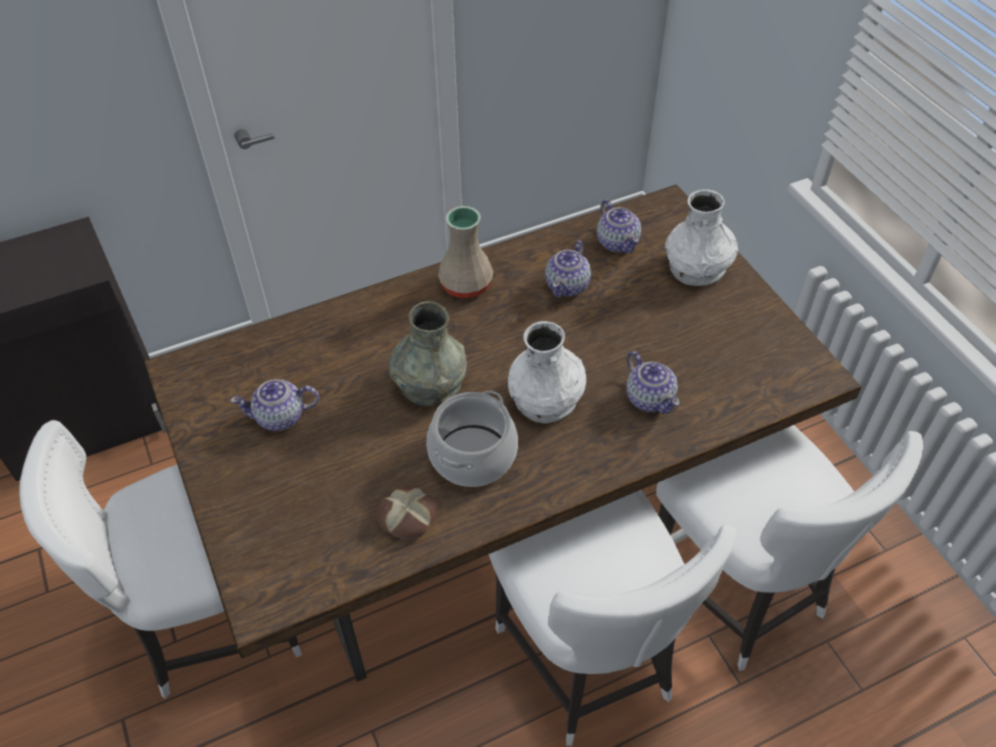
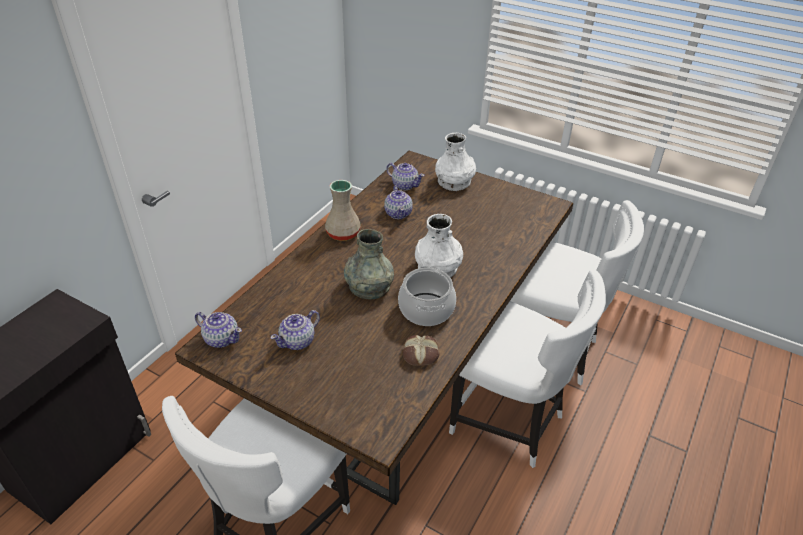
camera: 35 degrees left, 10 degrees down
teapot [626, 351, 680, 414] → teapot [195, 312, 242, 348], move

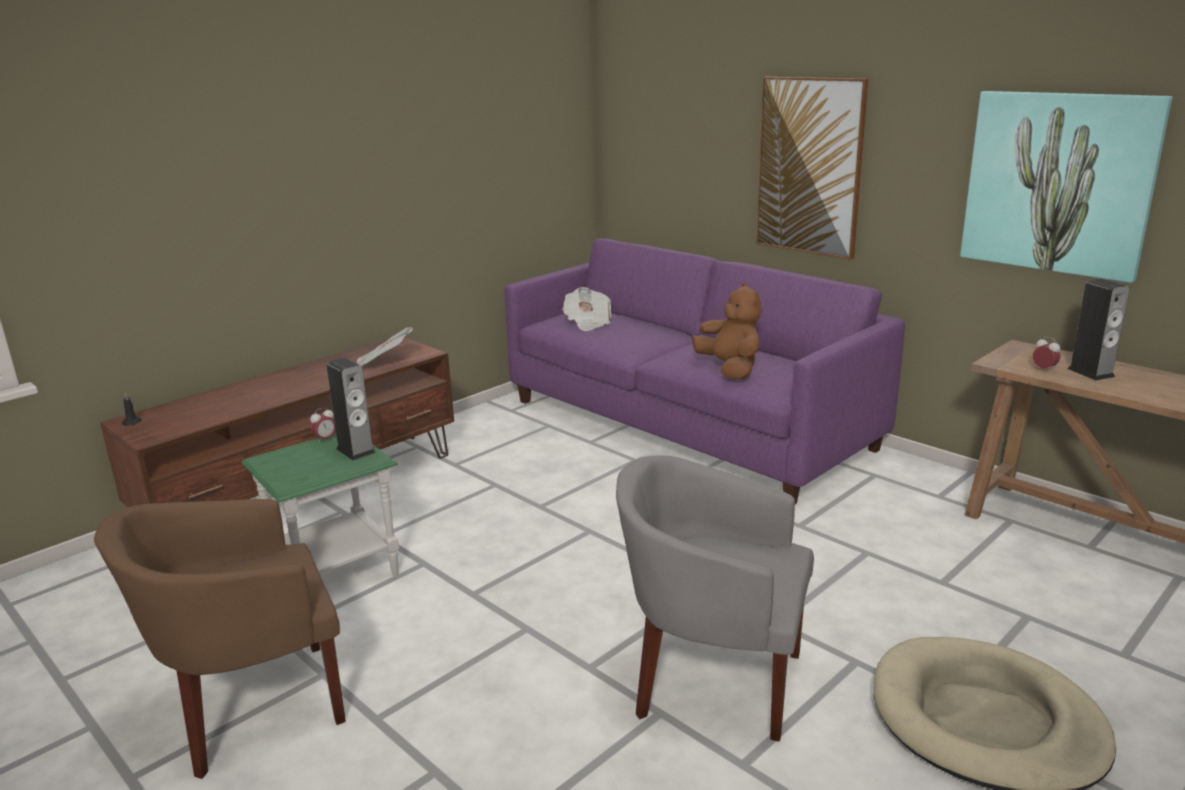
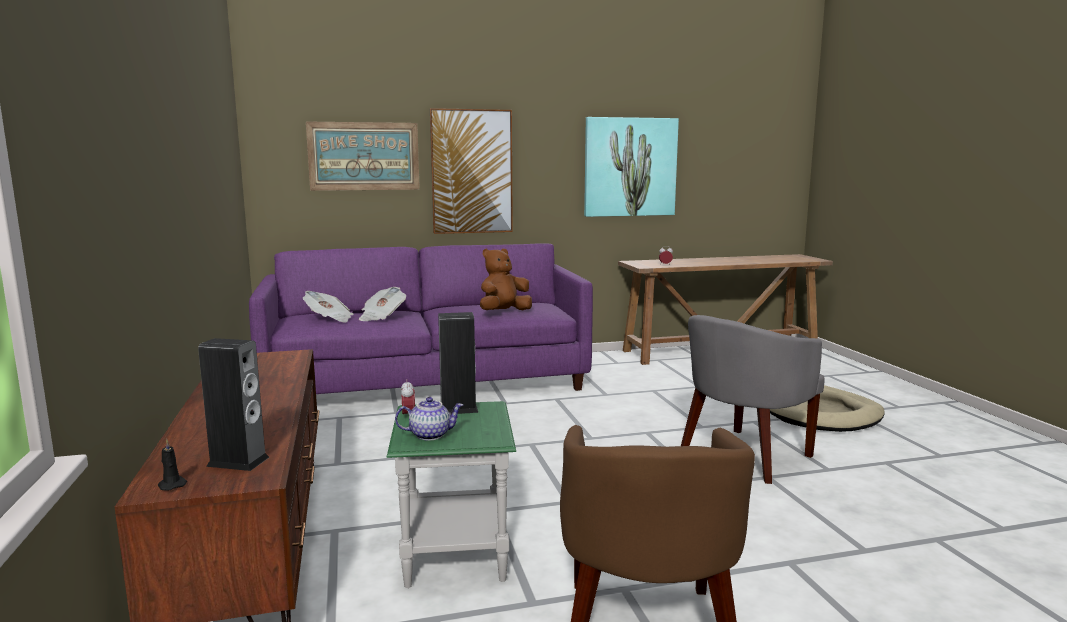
camera: 60 degrees left, 10 degrees down
newspaper [357, 327, 413, 366] → newspaper [359, 287, 406, 321], move
brown plush toy [692, 283, 762, 380] → brown plush toy [480, 249, 532, 310], 45 degrees counterclockwise
speaker [1067, 279, 1130, 381] → speaker [198, 338, 269, 471], move
- → picture [306, 121, 420, 191]
- → teapot [395, 397, 463, 441]

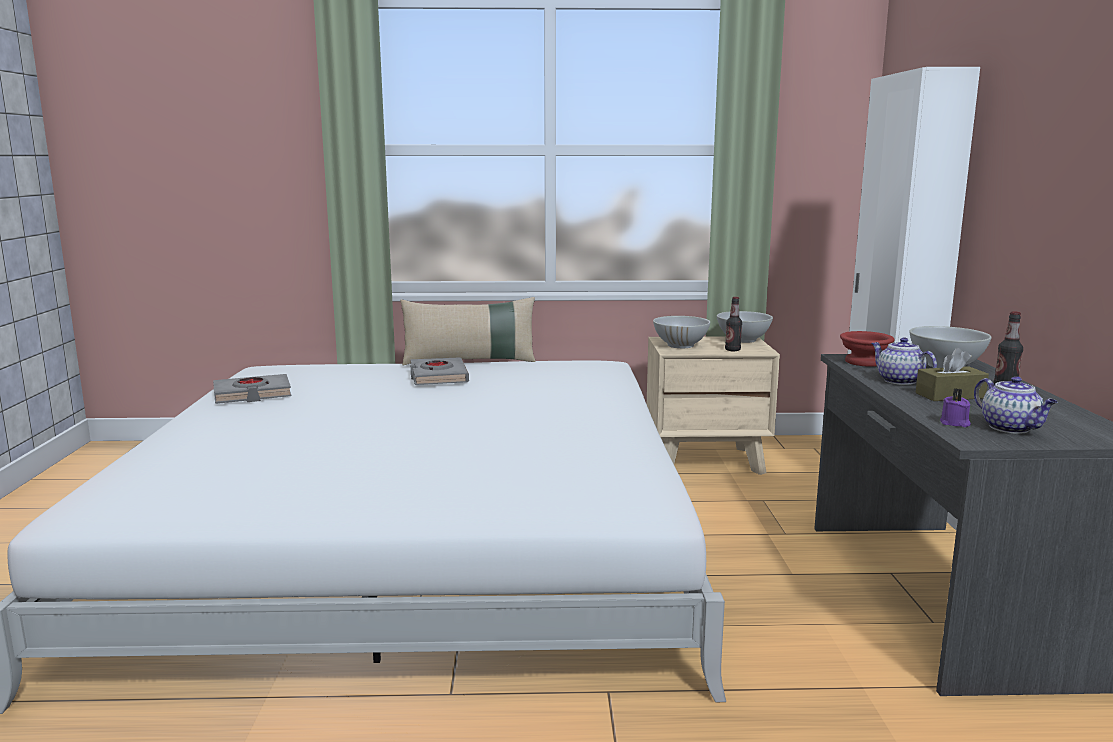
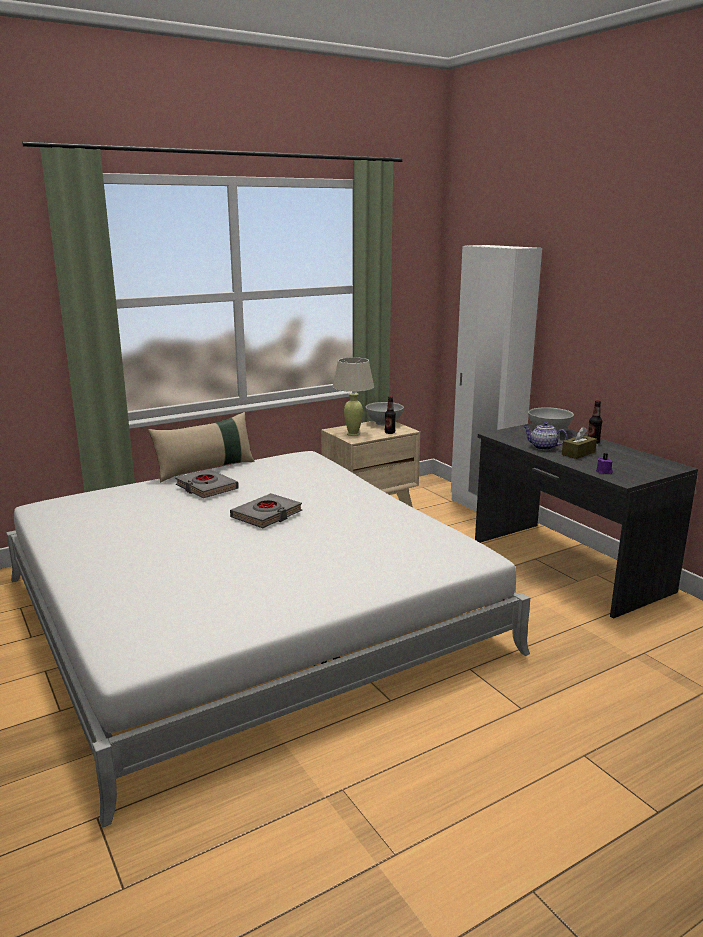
camera: 30 degrees left, 5 degrees up
grey book [213, 374, 291, 404] → grey book [230, 493, 302, 528], move
white bowl [653, 316, 710, 348] → beige table lamp [332, 357, 374, 436]
red bowl [840, 331, 895, 367] → -
teapot [974, 376, 1057, 434] → -

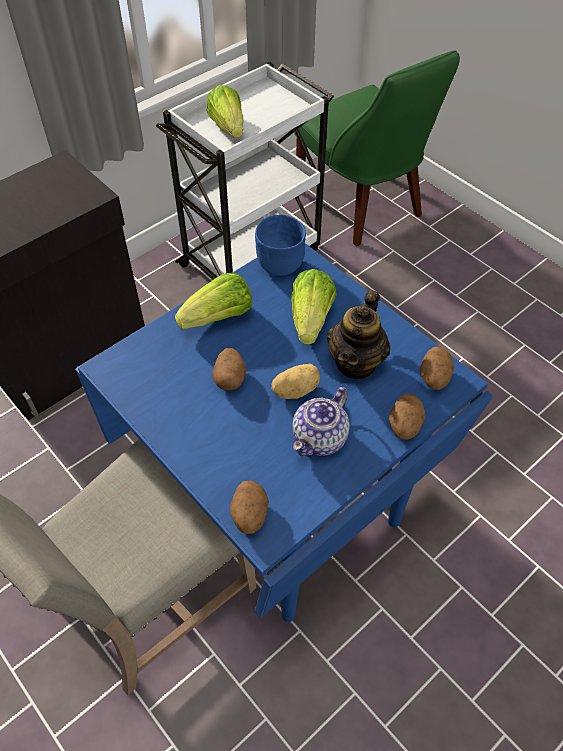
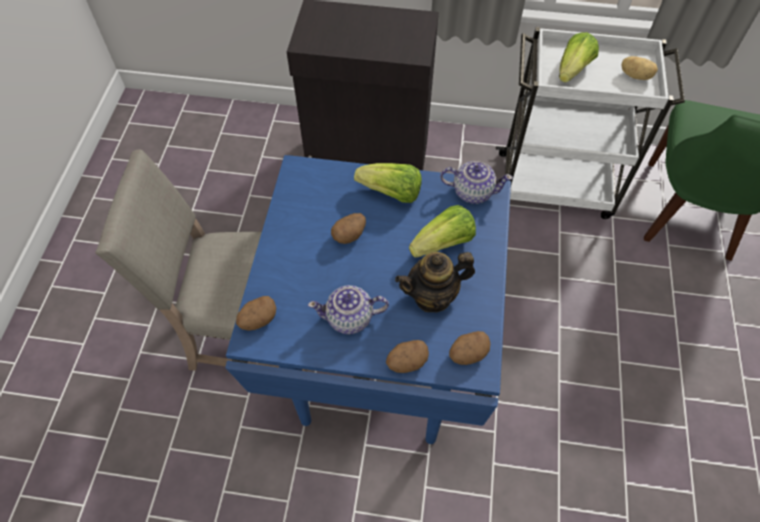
camera: 50 degrees right, 5 degrees up
blue bowl [255, 214, 306, 276] → teapot [440, 161, 513, 204]
potato [271, 364, 320, 399] → potato [622, 56, 658, 80], move

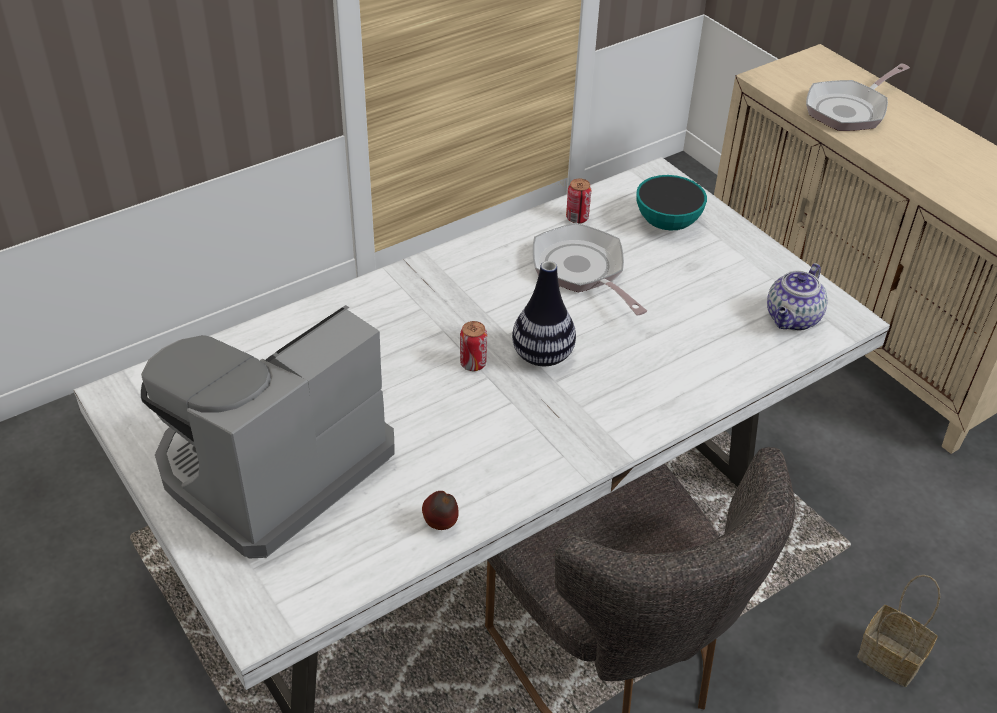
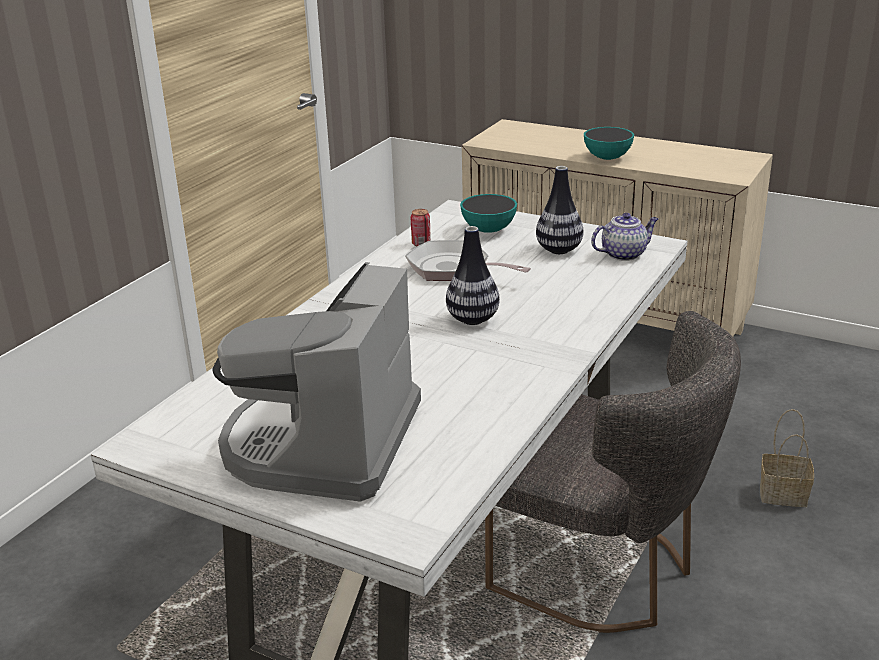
camera: 25 degrees left, 15 degrees down
apple [422, 491, 459, 530] → -
can [460, 321, 487, 371] → -
teapot [767, 263, 827, 331] → teapot [591, 213, 658, 261], 120 degrees counterclockwise
frying pan [806, 63, 910, 131] → -
- → vase [536, 166, 583, 254]
- → bowl [584, 127, 634, 160]

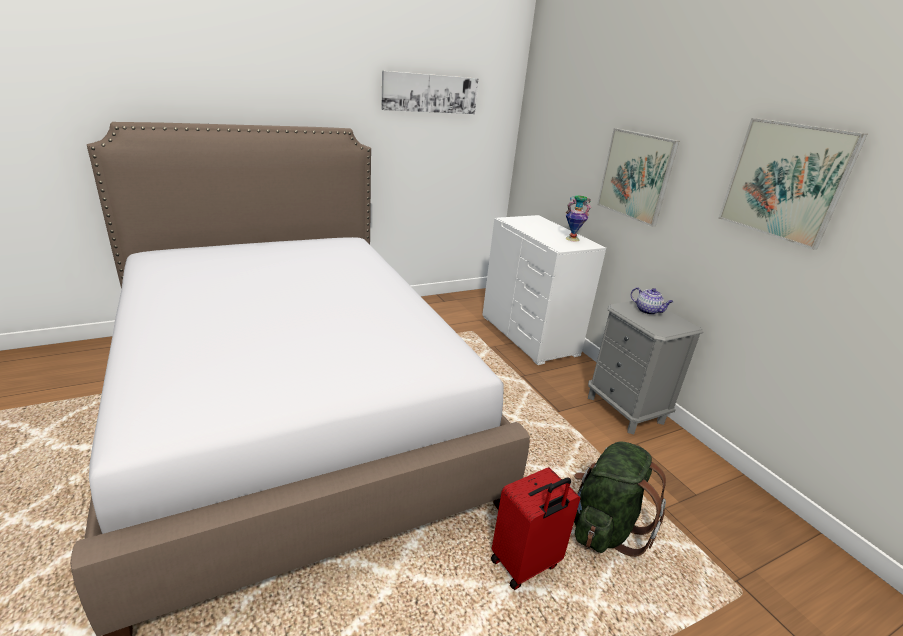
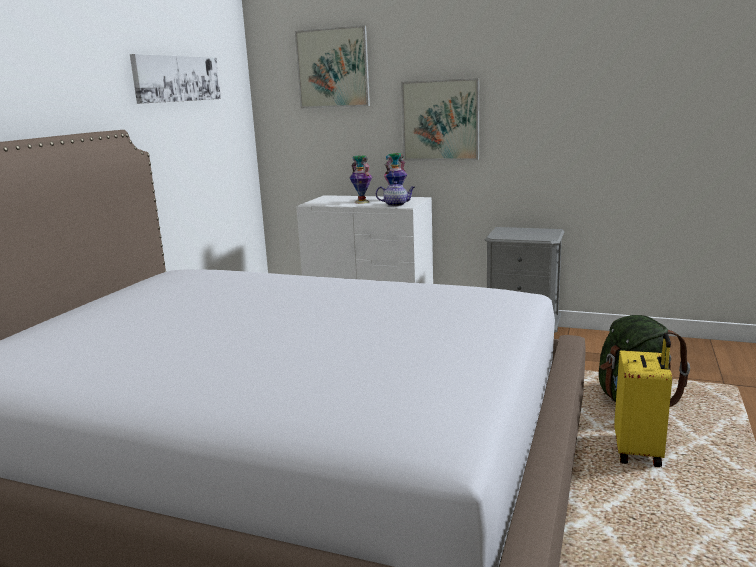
camera: 40 degrees left, 10 degrees down
red suitcase [491, 467, 580, 590] → yellow suitcase [614, 333, 672, 467]
teapot [631, 287, 673, 315] → teapot [376, 181, 415, 206], move
picture [718, 118, 867, 250] → picture [295, 25, 370, 109], move
- → vase [349, 155, 372, 204]

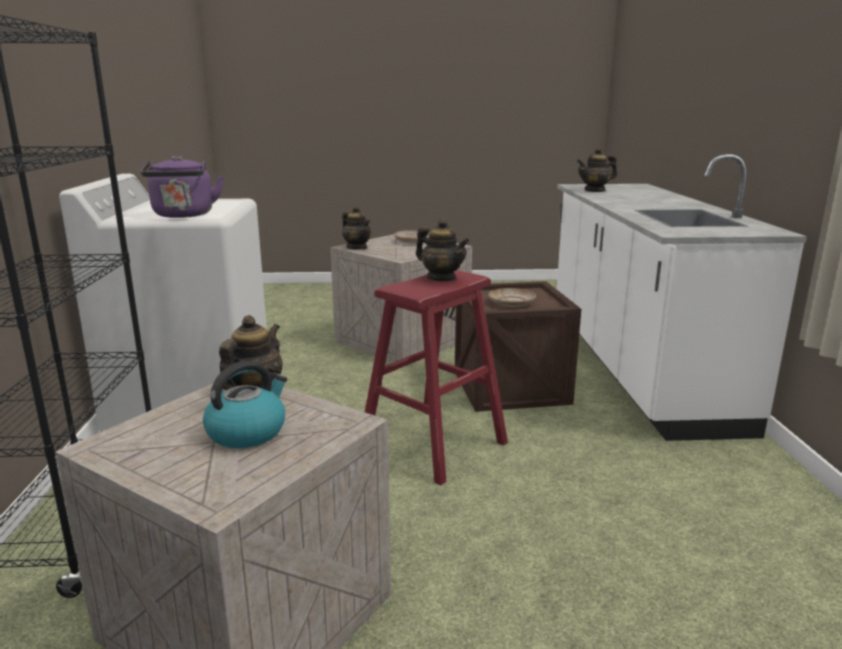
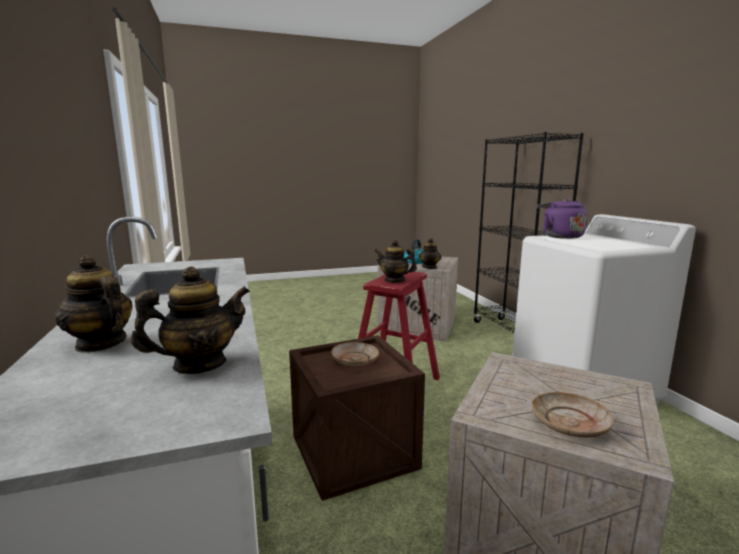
camera: 165 degrees right, 5 degrees down
teapot [342, 206, 371, 249] → teapot [55, 255, 133, 353], move

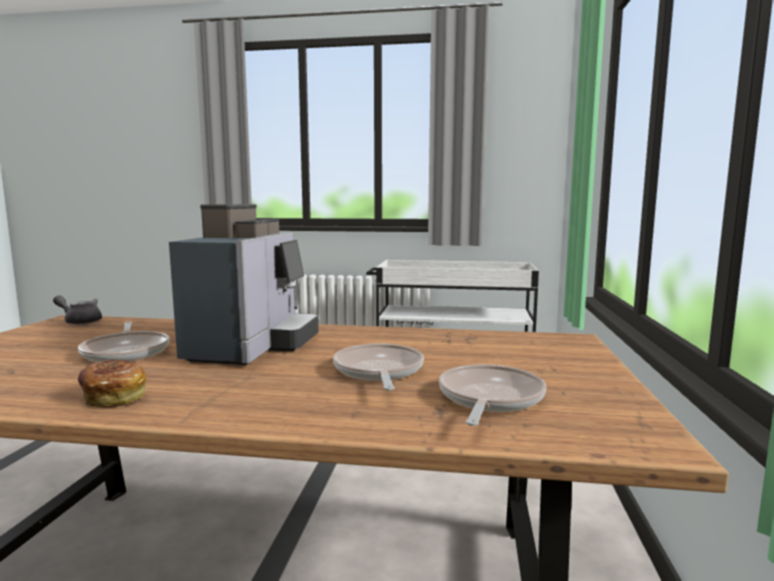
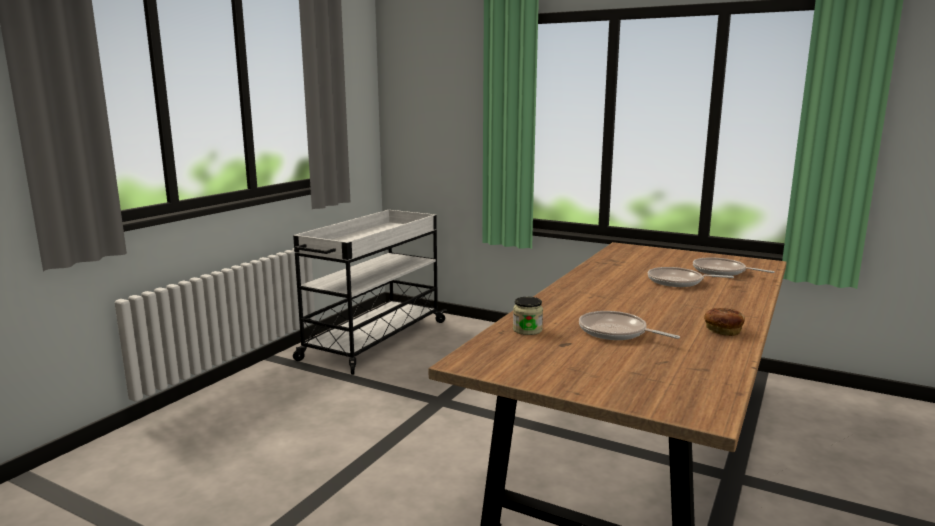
camera: 70 degrees left, 5 degrees up
grey teapot [53, 295, 102, 325] → -
frying pan [78, 322, 170, 362] → frying pan [579, 311, 680, 340], 135 degrees counterclockwise
coffee machine [169, 204, 319, 365] → -
- → jar [513, 297, 543, 335]

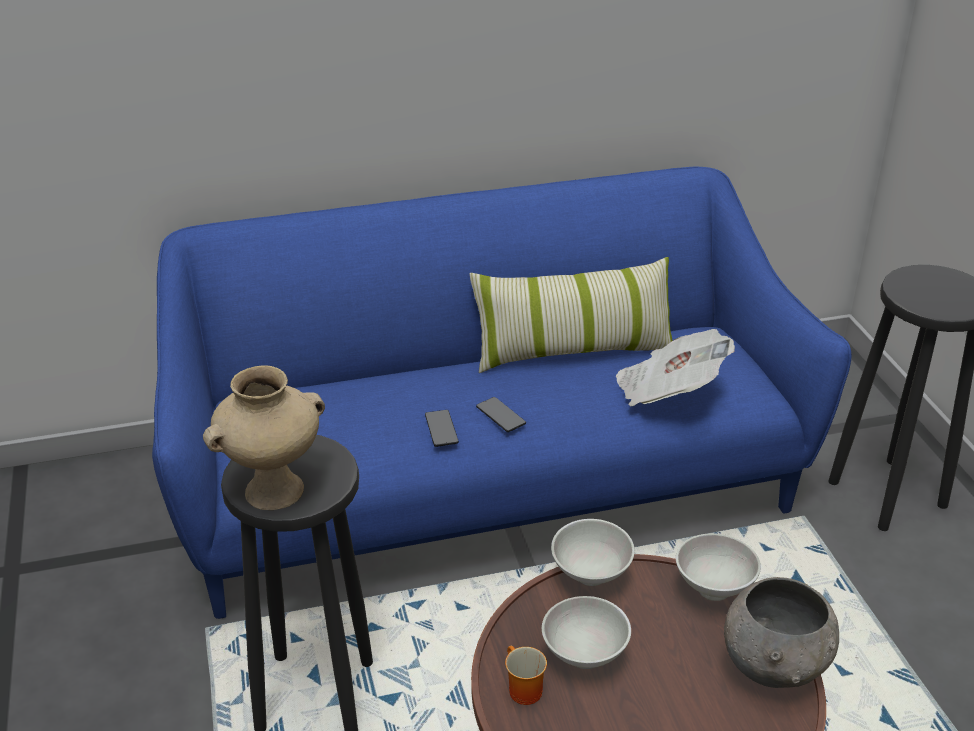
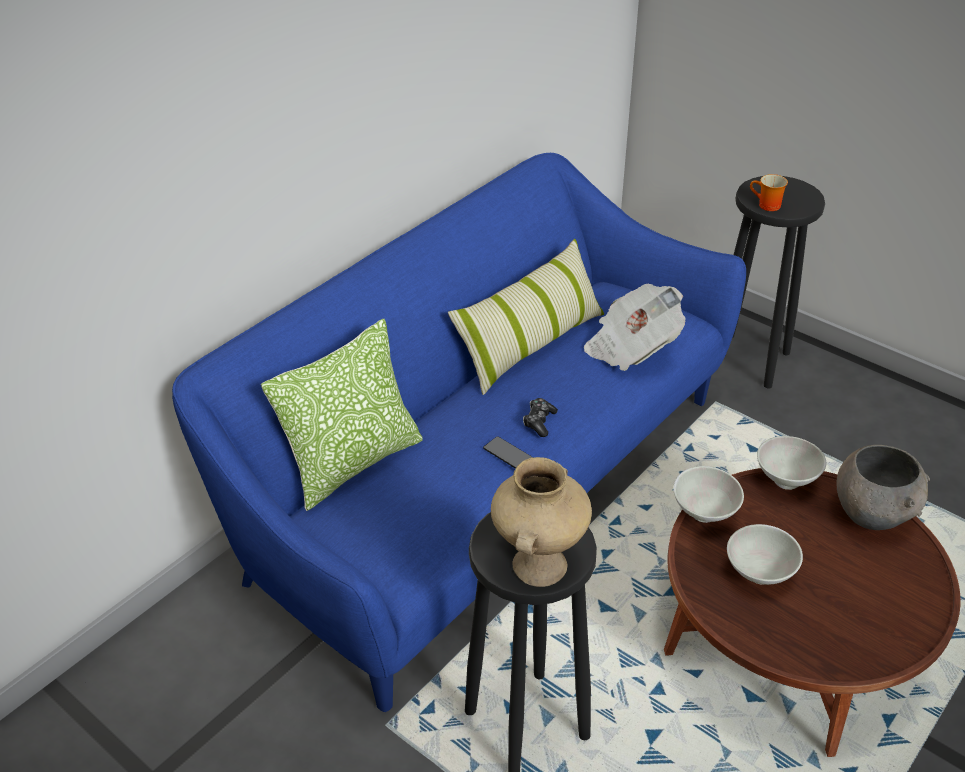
camera: 35 degrees left, 5 degrees up
phone [476, 397, 526, 432] → game controller [523, 398, 558, 437]
mug [505, 646, 547, 705] → mug [750, 174, 788, 211], move
- → pillow [261, 319, 423, 511]

